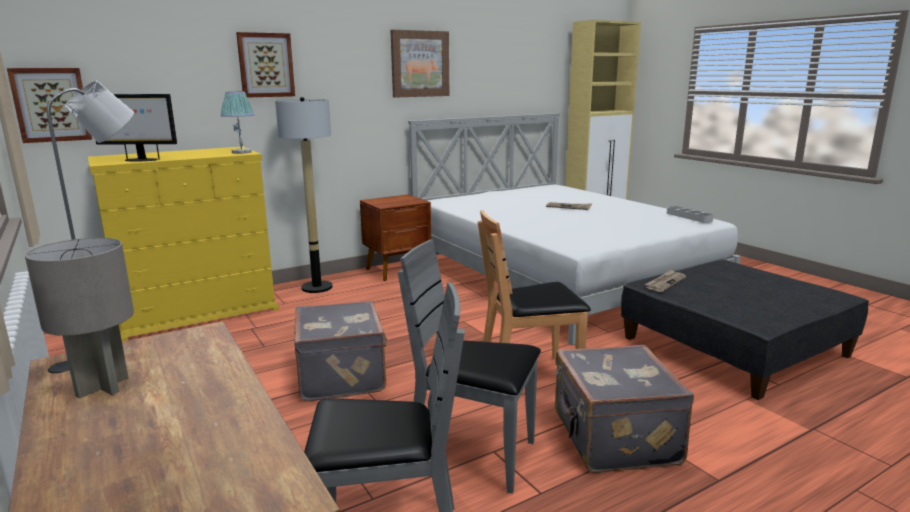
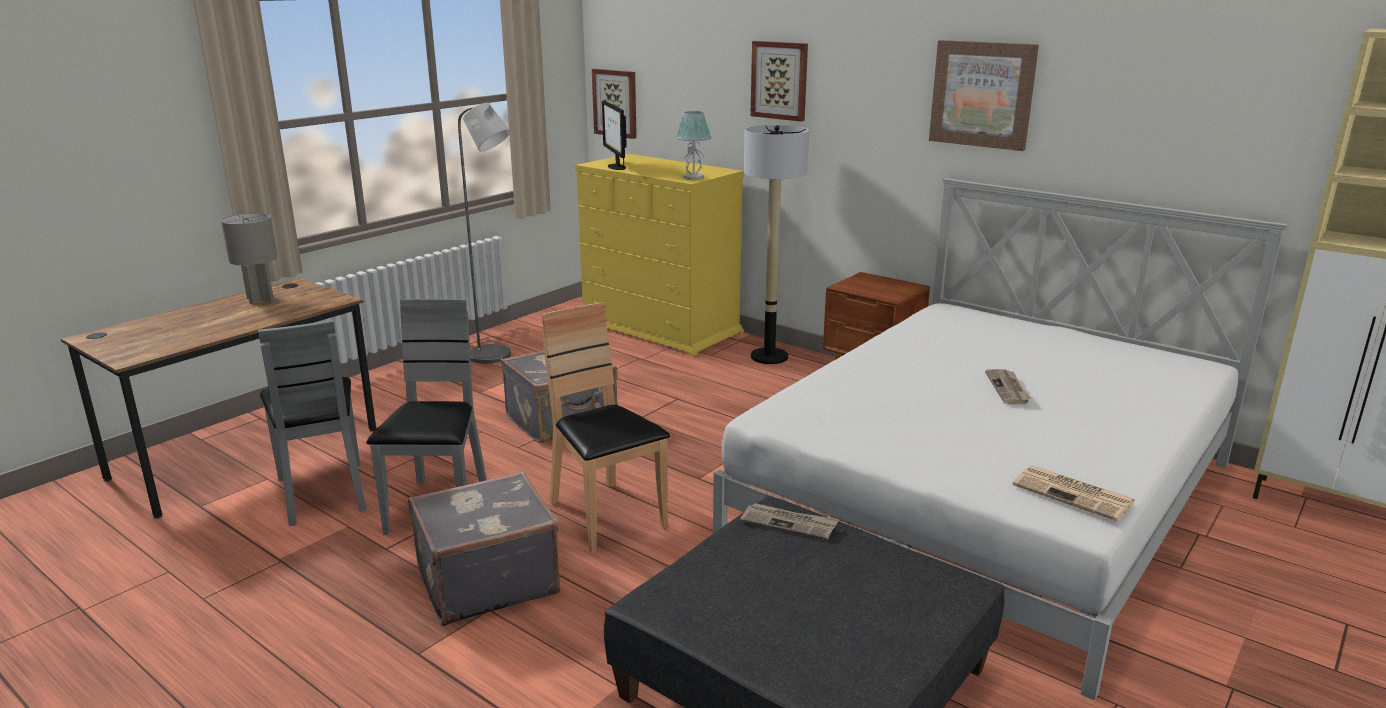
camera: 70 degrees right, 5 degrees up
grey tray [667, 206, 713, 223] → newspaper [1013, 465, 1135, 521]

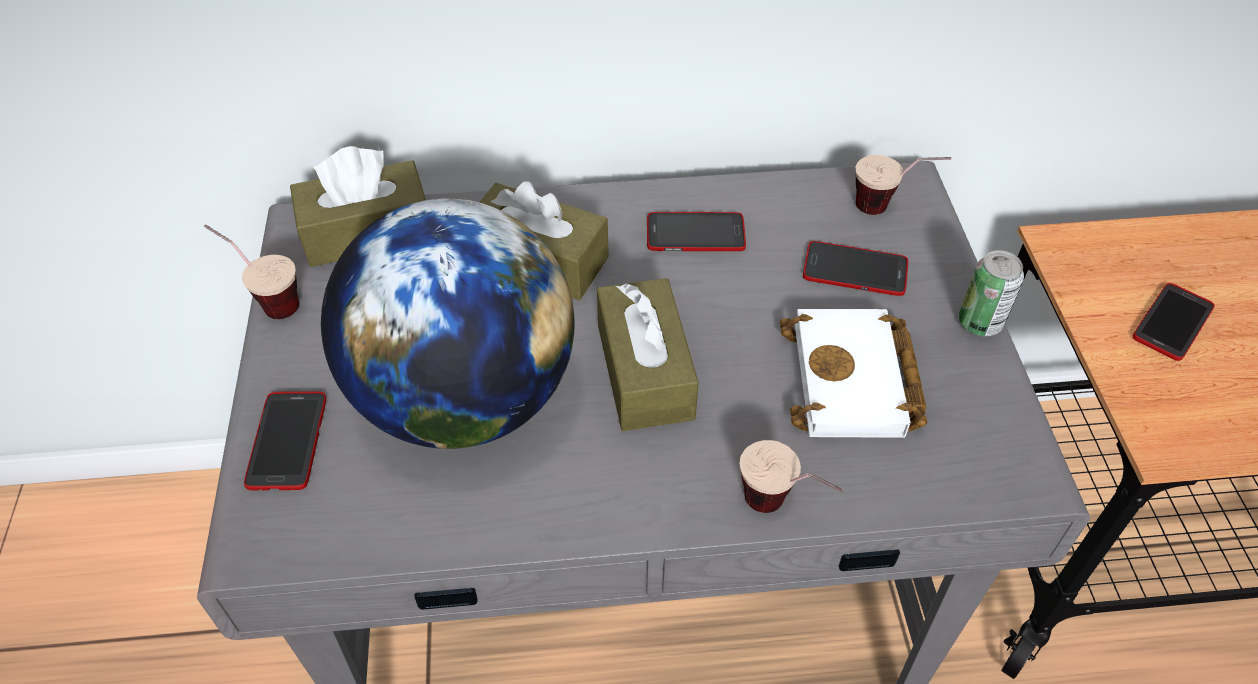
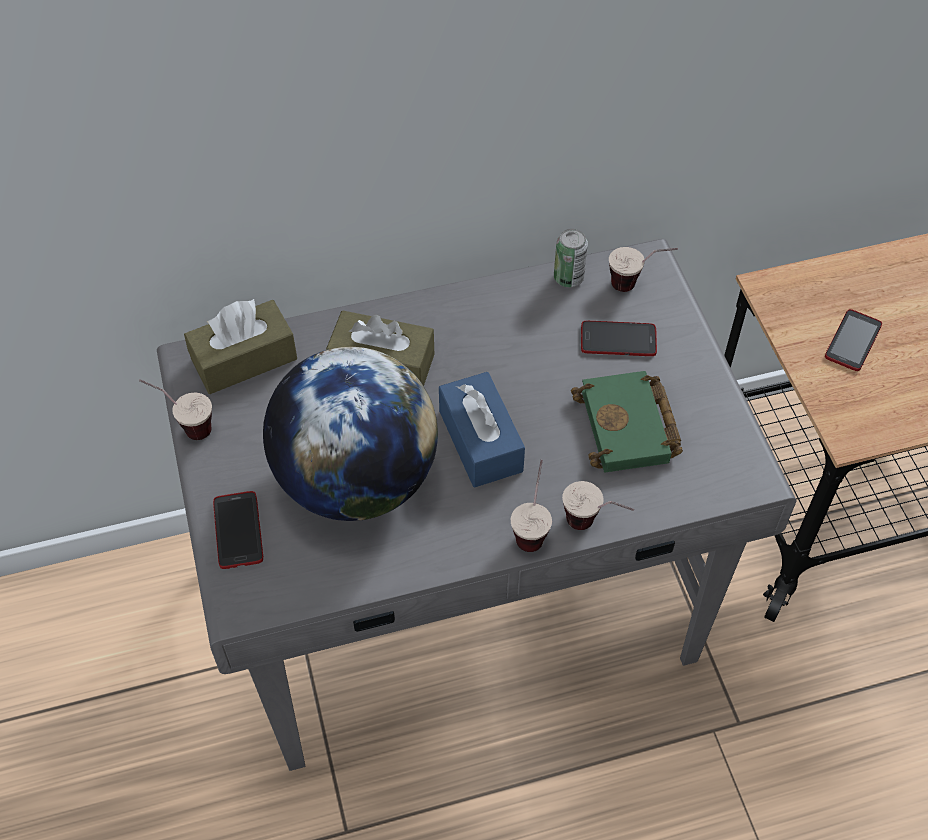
camera: 10 degrees left, 5 degrees up
brown tissue box [597, 278, 699, 431] → blue tissue box [439, 372, 525, 487]
phone [647, 212, 746, 251] → -
white book [780, 309, 927, 438] → green book [571, 371, 683, 473]
can [958, 250, 1024, 337] → can [554, 229, 588, 287], move
- → cup [511, 460, 552, 552]

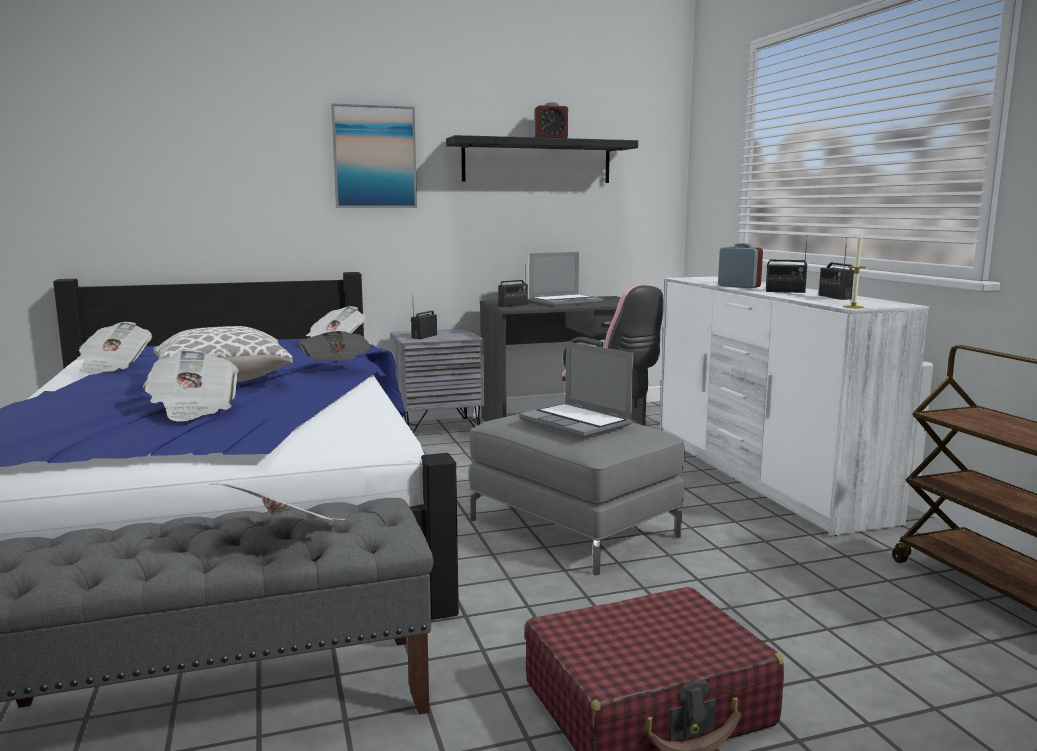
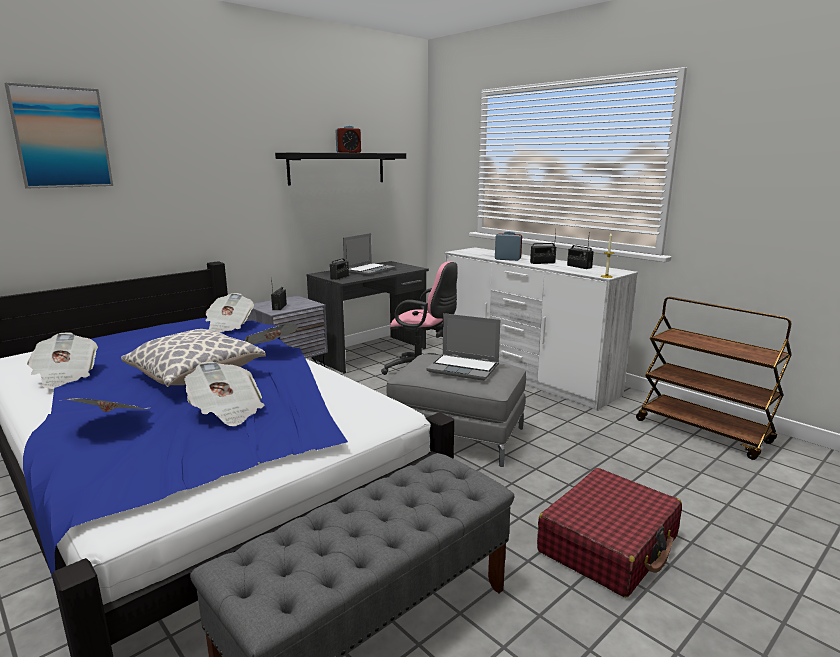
camera: 25 degrees left, 5 degrees up
newspaper [214, 484, 346, 521] → newspaper [59, 398, 148, 412], move
picture [331, 103, 417, 208] → picture [4, 82, 113, 189], move

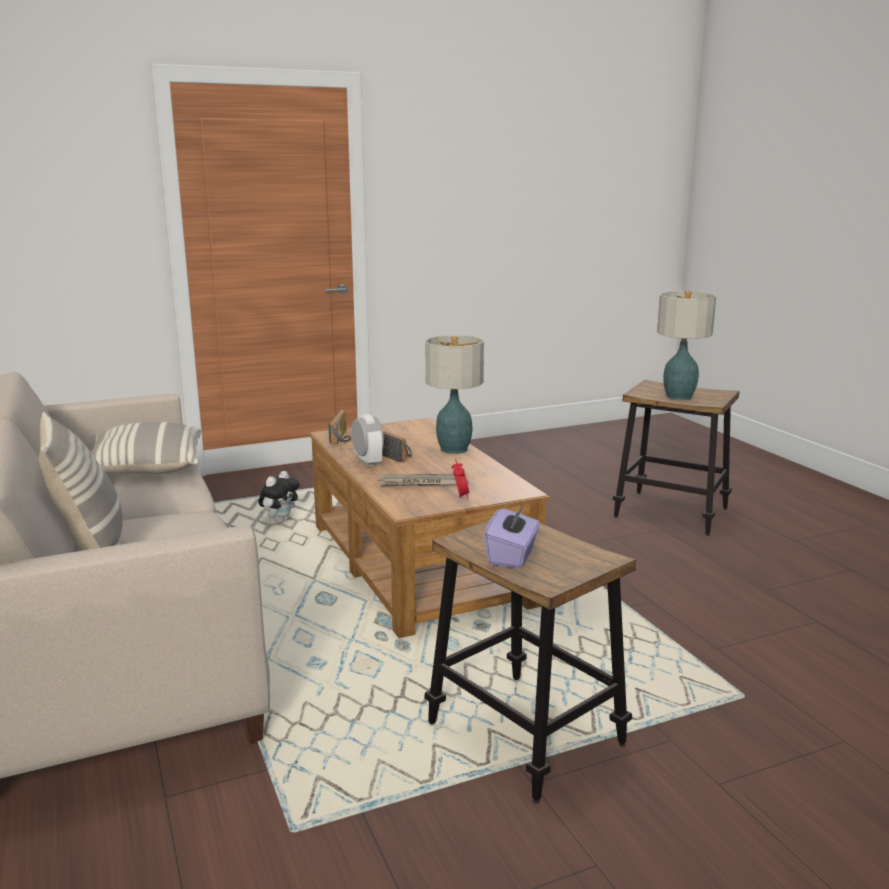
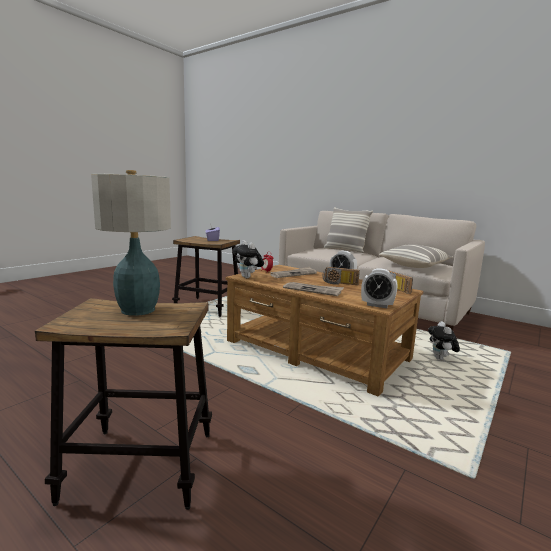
camera: 150 degrees right, 5 degrees down
table lamp [425, 335, 484, 454] → newspaper [283, 282, 344, 296]
- → plush toy [233, 240, 264, 278]
- → alarm clock [361, 268, 397, 308]

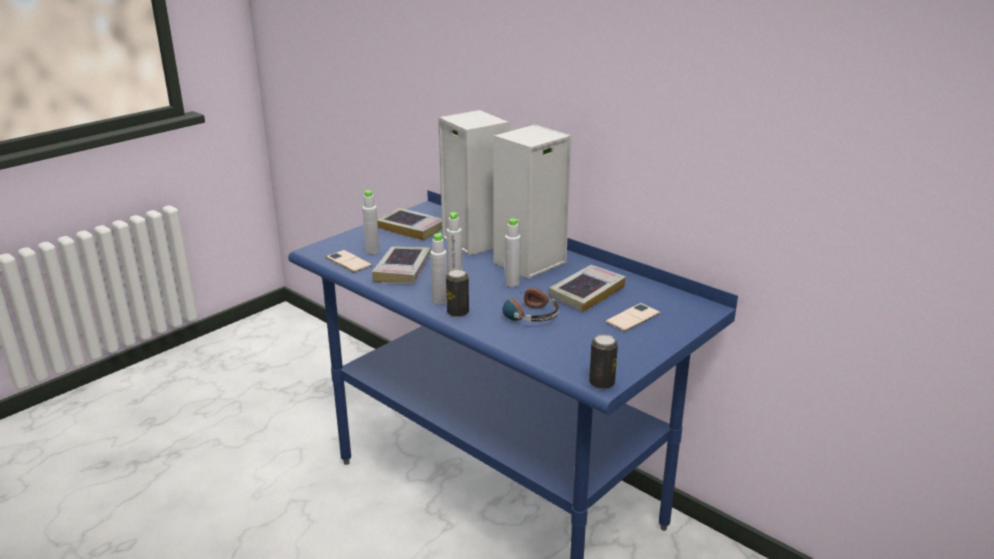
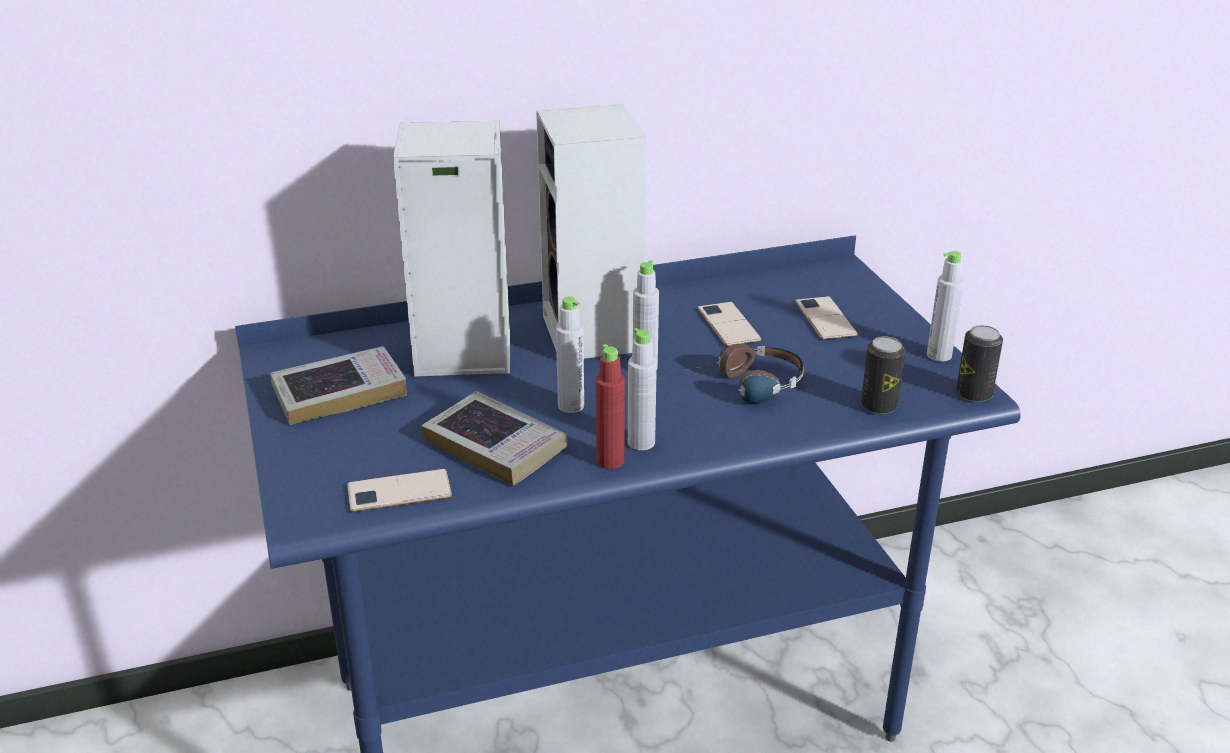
camera: 60 degrees left, 5 degrees up
grey bottle [362, 190, 380, 254] → grey bottle [927, 251, 964, 362], move
can [446, 269, 469, 317] → can [861, 336, 905, 414], move
book [548, 265, 626, 312] → phone [698, 302, 761, 346]
- → red bottle [596, 344, 625, 469]

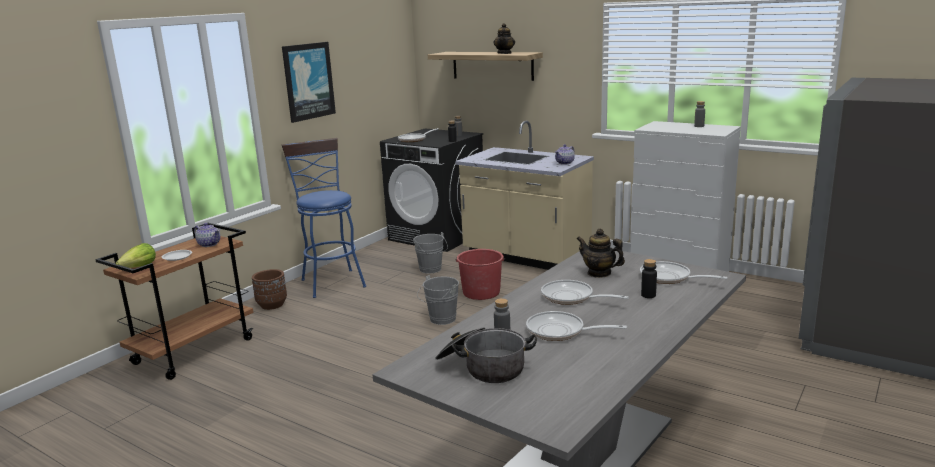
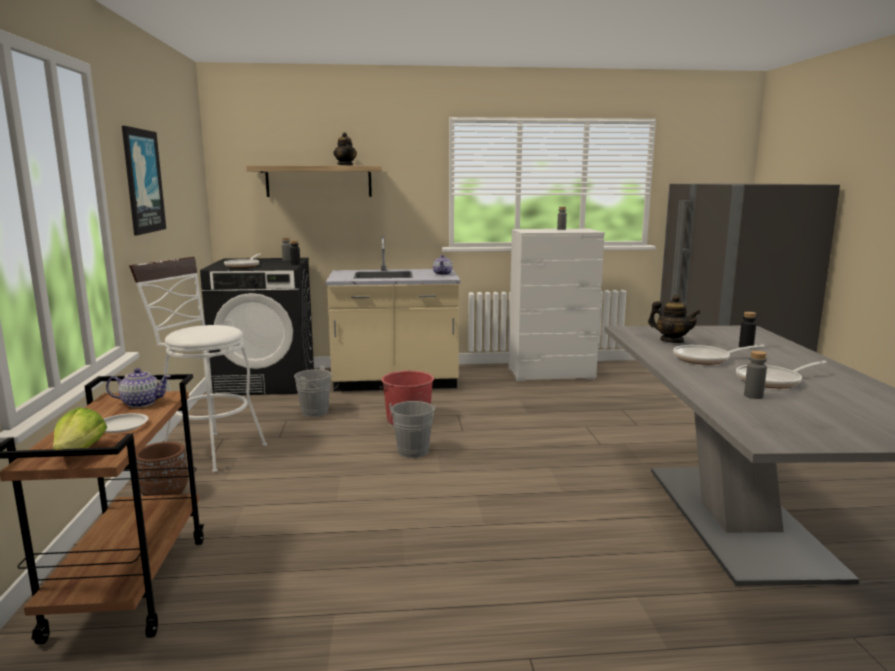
camera: 40 degrees left, 5 degrees down
blue stool [282, 138, 366, 298] → white stool [129, 257, 267, 473]
cooking pot [435, 327, 537, 383] → -
teapot [577, 228, 625, 278] → teapot [648, 295, 701, 343], 135 degrees counterclockwise
frying pan [640, 261, 728, 284] → -

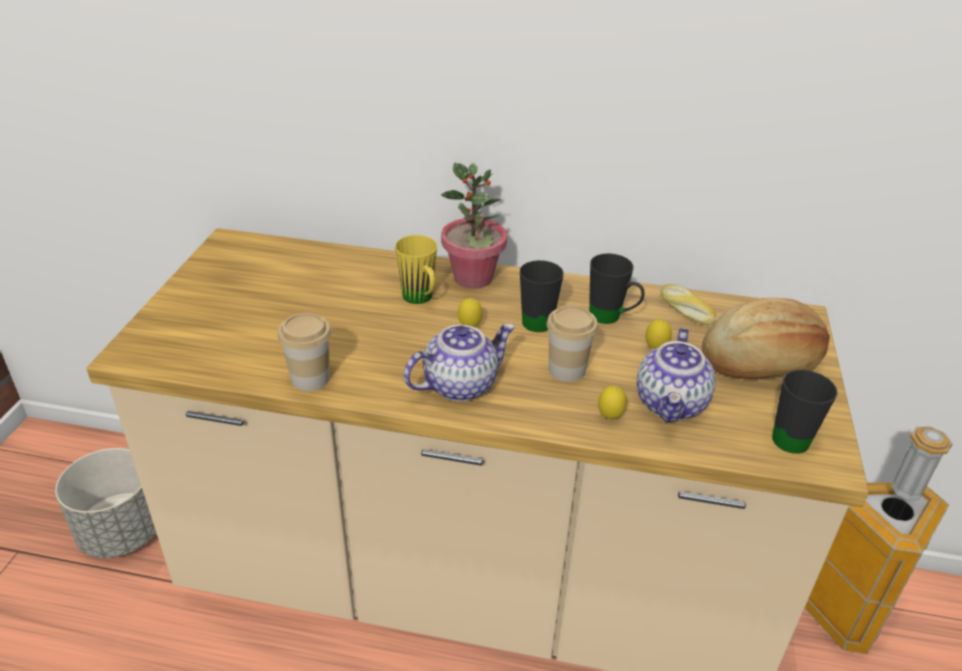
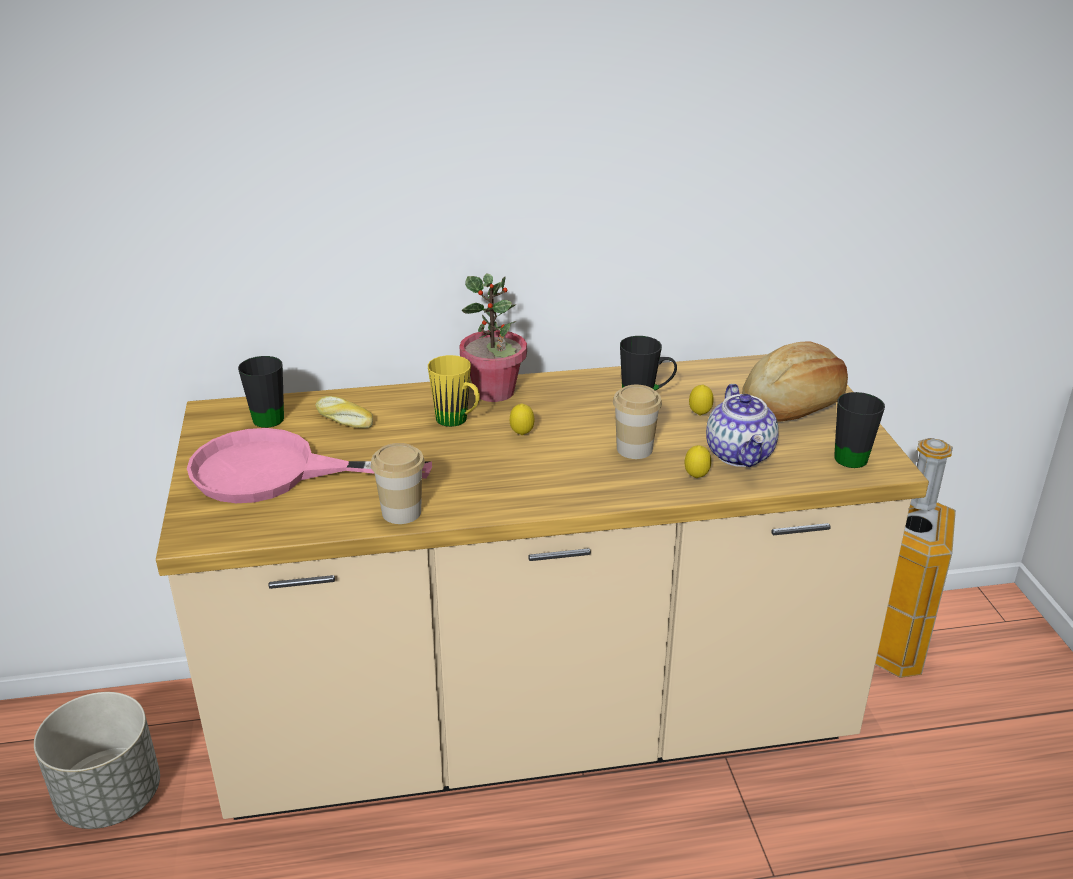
camera: 20 degrees left, 5 degrees down
teapot [404, 323, 515, 401] → -
black mug [520, 260, 564, 332] → black mug [238, 356, 284, 428], move
bread [660, 284, 716, 325] → bread [316, 396, 373, 428], move
- → pink frying pan [187, 428, 432, 503]

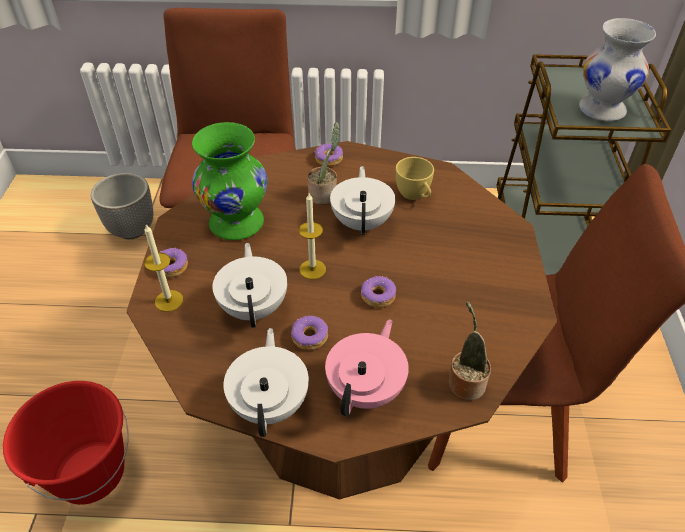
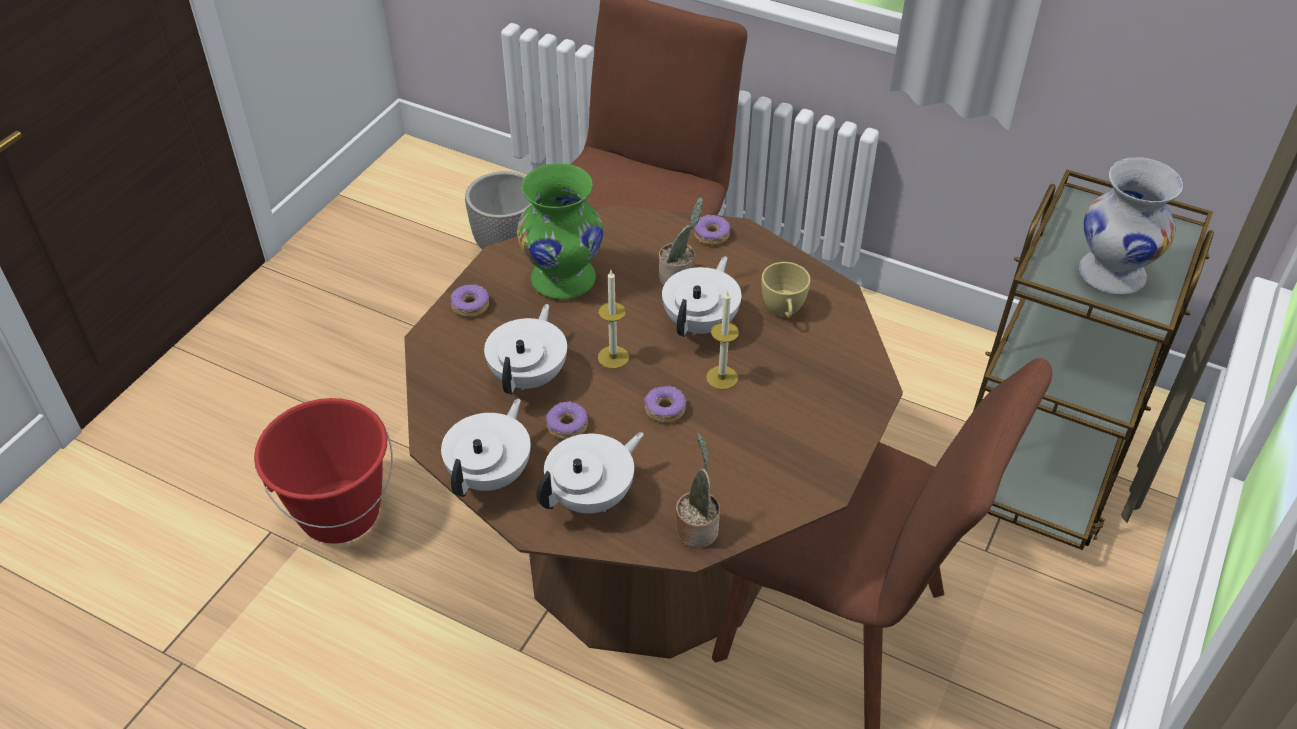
camera: 25 degrees right, 0 degrees up
candle [144, 225, 183, 312] → candle [706, 290, 739, 390], move
pink teapot [325, 319, 409, 417] → white teapot [537, 432, 644, 514]

